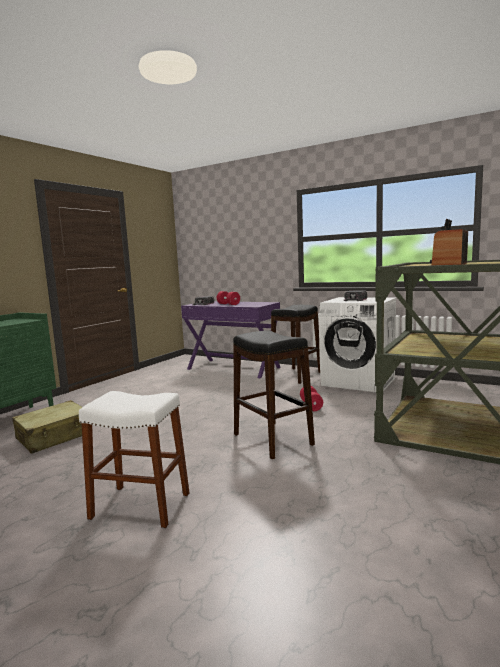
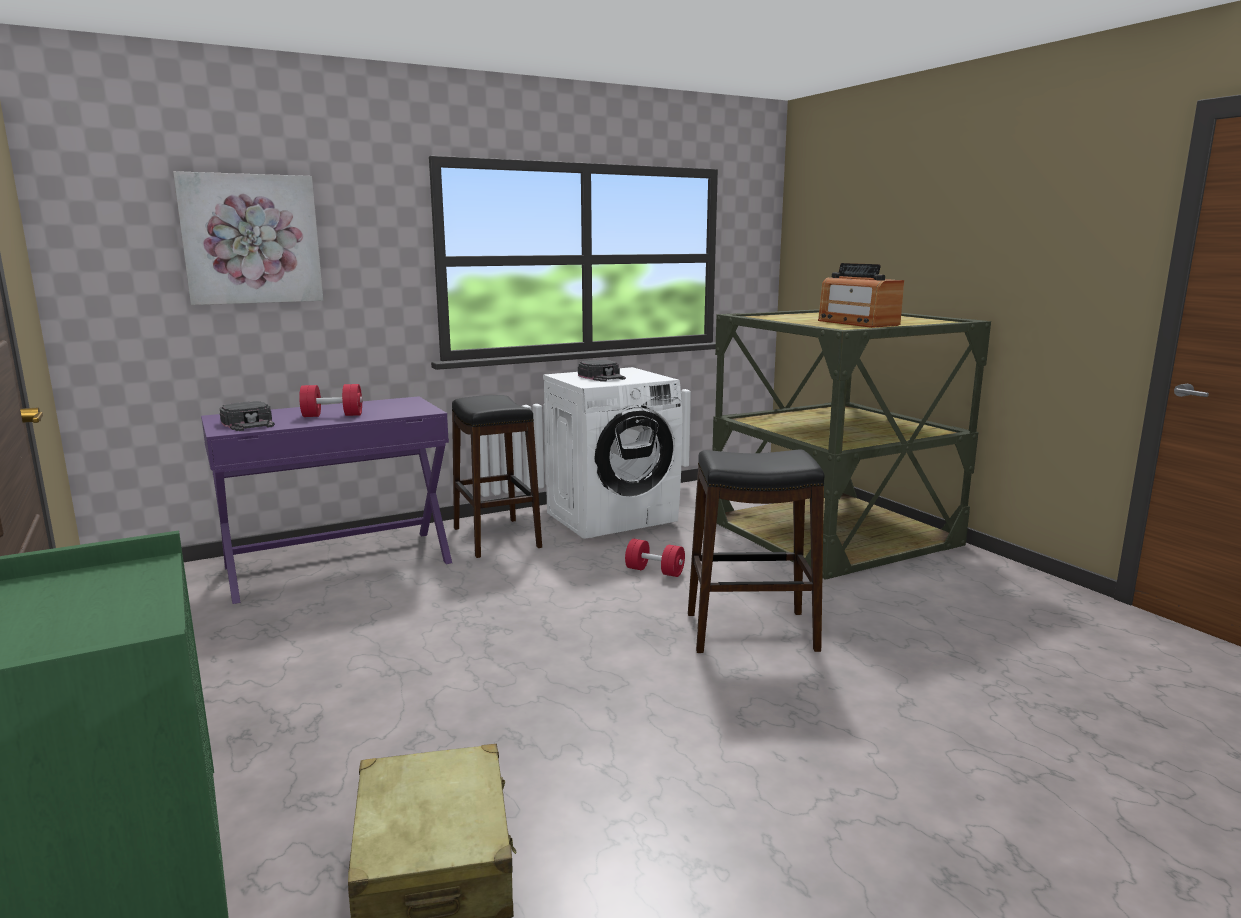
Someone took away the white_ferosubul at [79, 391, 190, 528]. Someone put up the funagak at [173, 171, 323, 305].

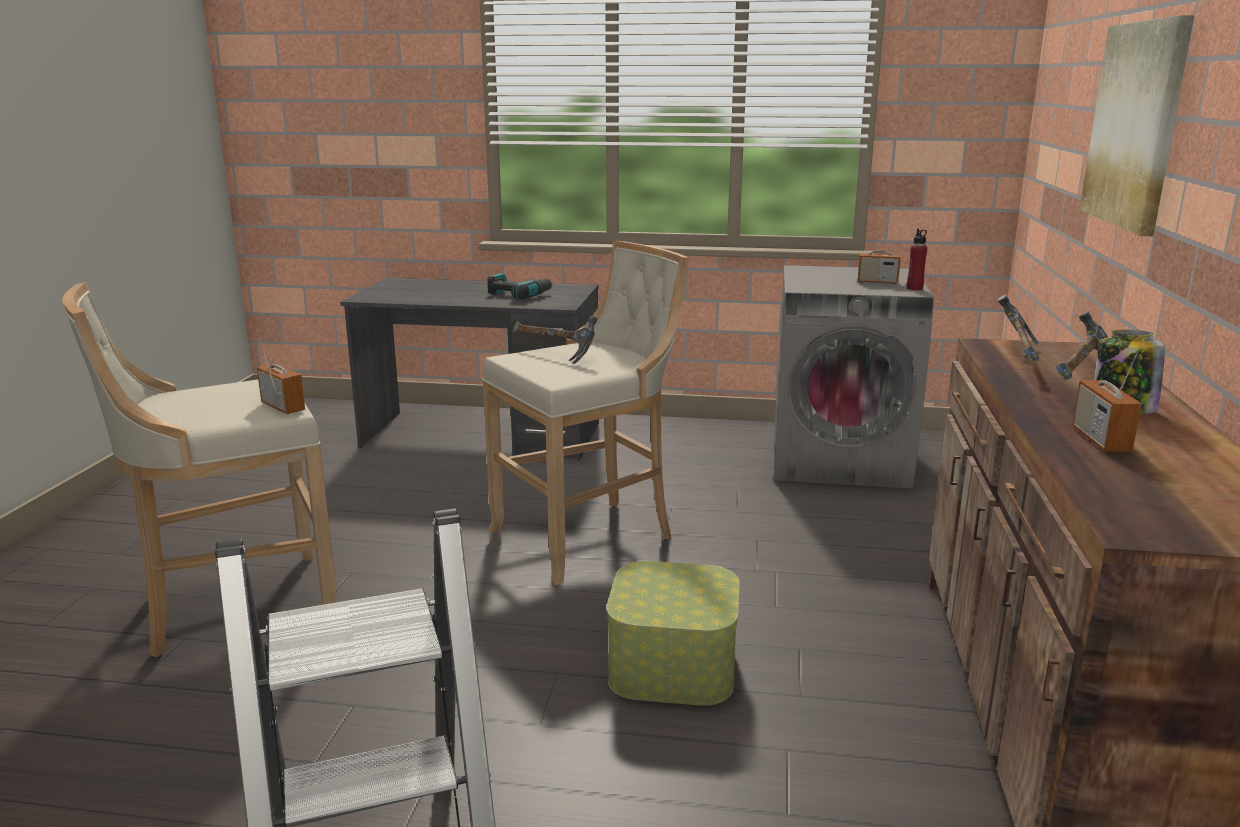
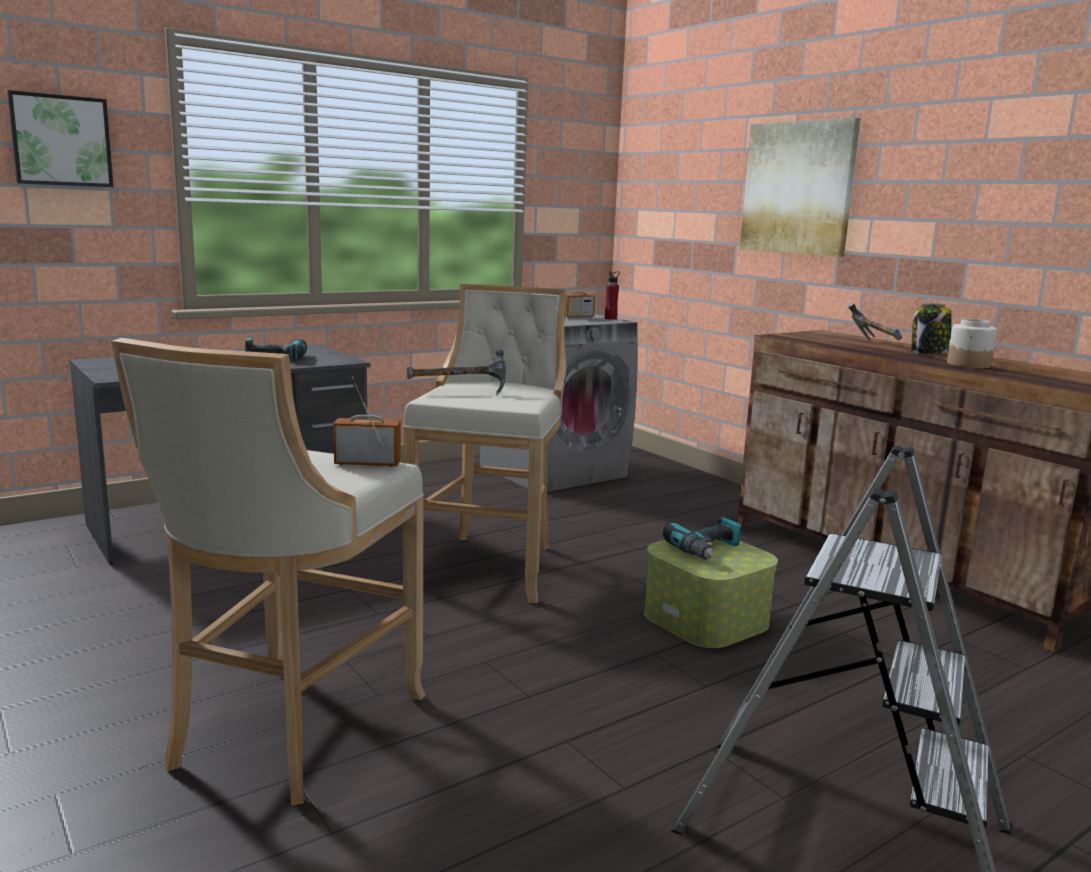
Someone took away the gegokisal at [998, 295, 1039, 362]. Someone put up the funagak at [7, 90, 113, 187]. Someone put down the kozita at [663, 517, 741, 560]. Someone swapped the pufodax at [1072, 339, 1144, 452] for the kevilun at [947, 319, 997, 368].

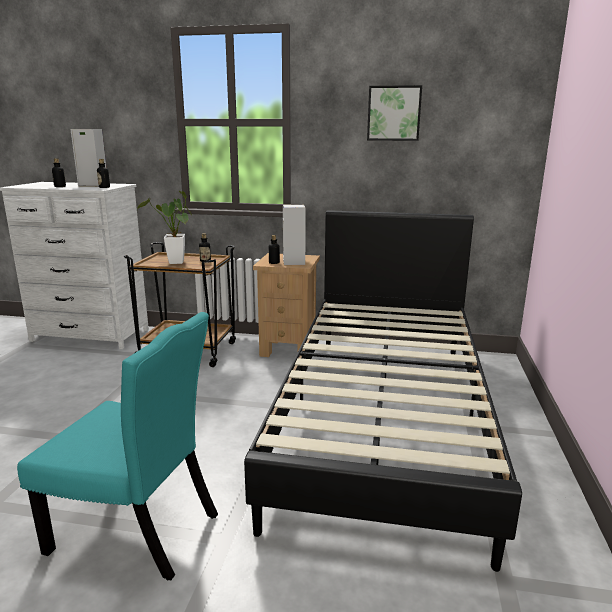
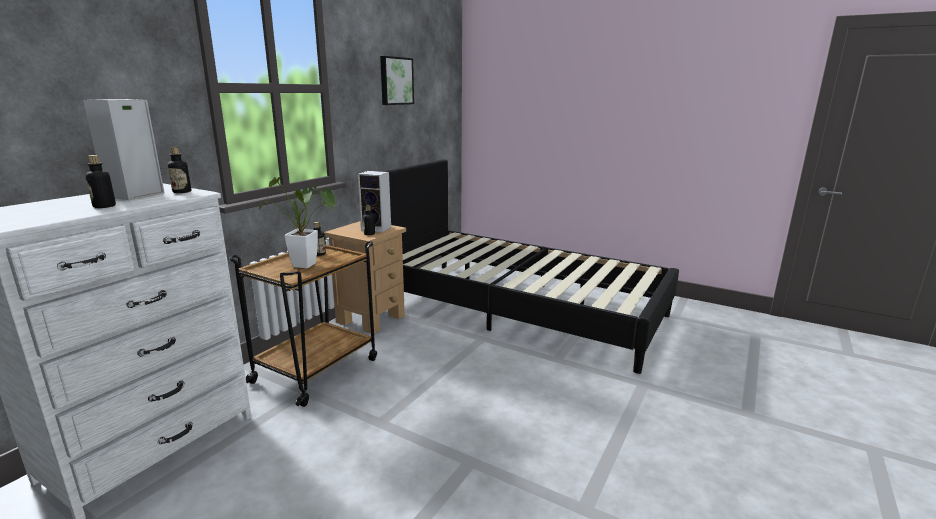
Someone took away the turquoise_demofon at [17, 312, 218, 580].

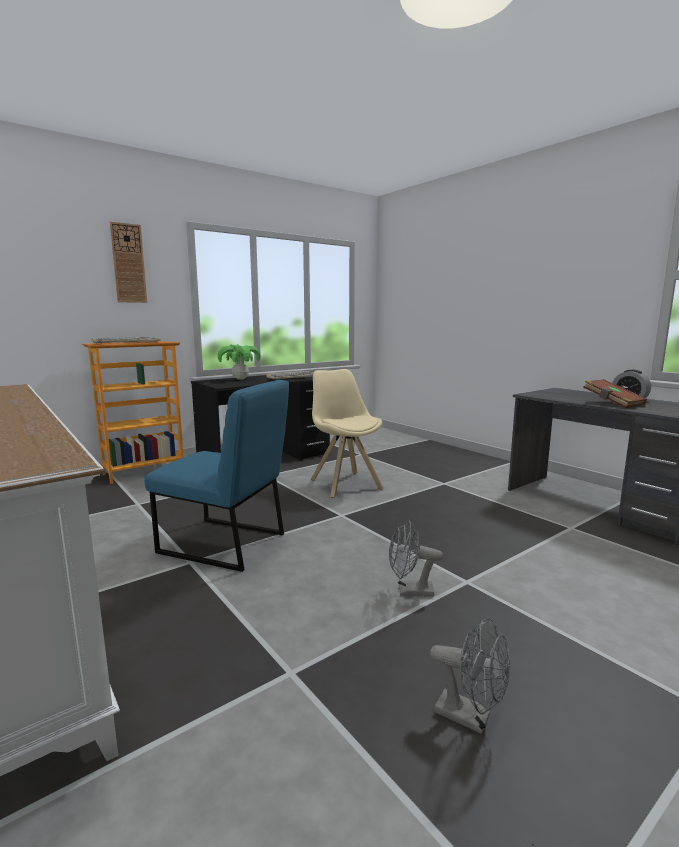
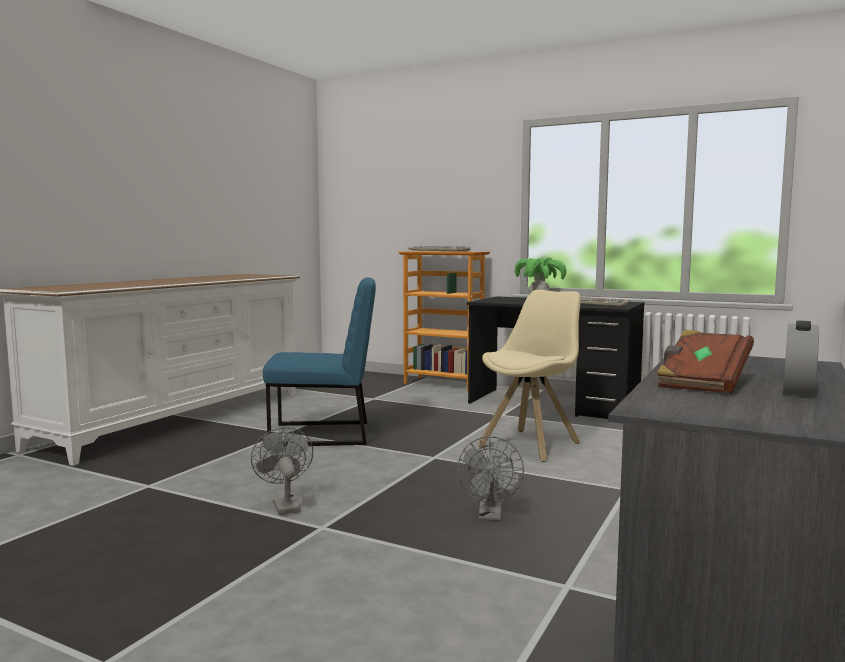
Someone took away the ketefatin at [110, 222, 147, 303]. Someone carried the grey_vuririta from [430, 618, 510, 734] to [457, 436, 524, 521]. Someone rotated the blue_demofon at [144, 380, 289, 572] by 90 degrees counterclockwise.

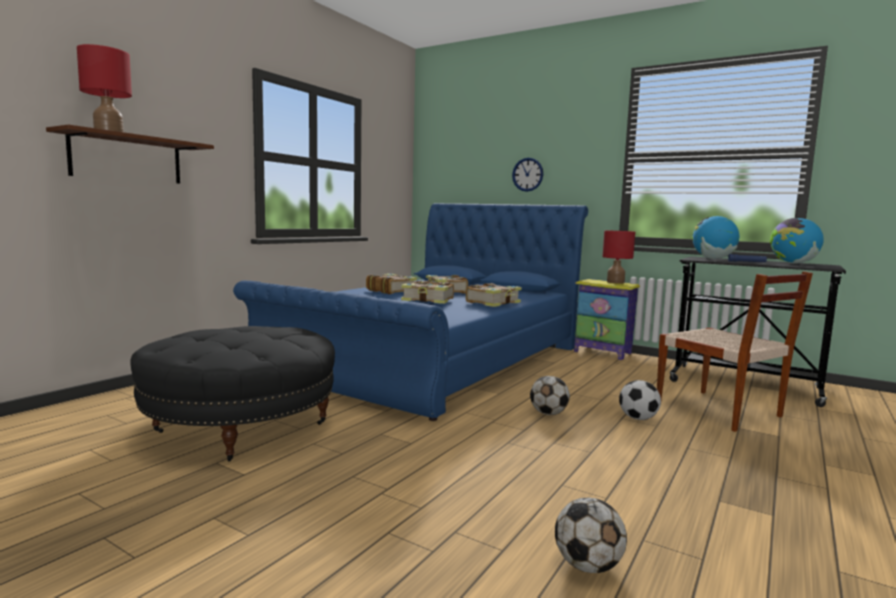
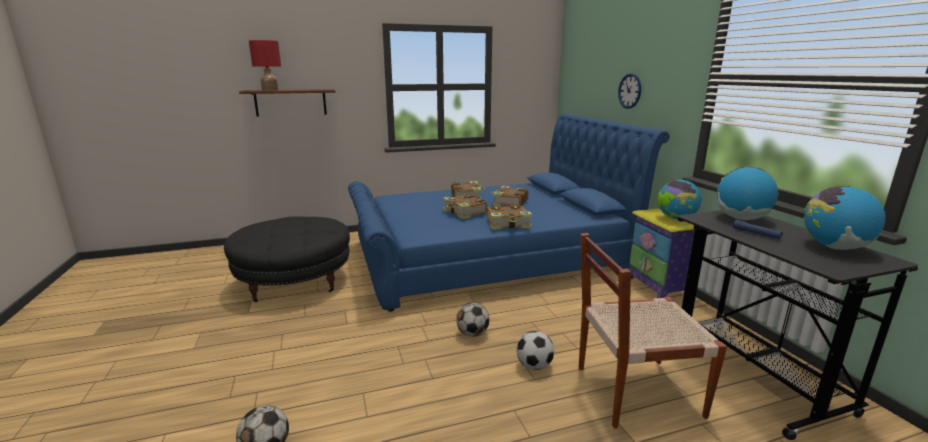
Someone swapped the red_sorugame at [602, 230, 635, 284] for the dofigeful at [657, 180, 702, 220]. Someone rotated the demofon at [657, 272, 813, 432] by 75 degrees clockwise.

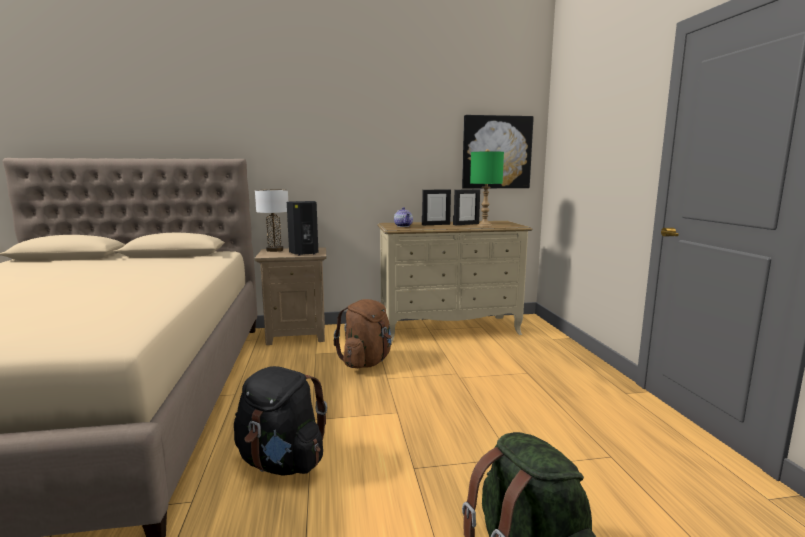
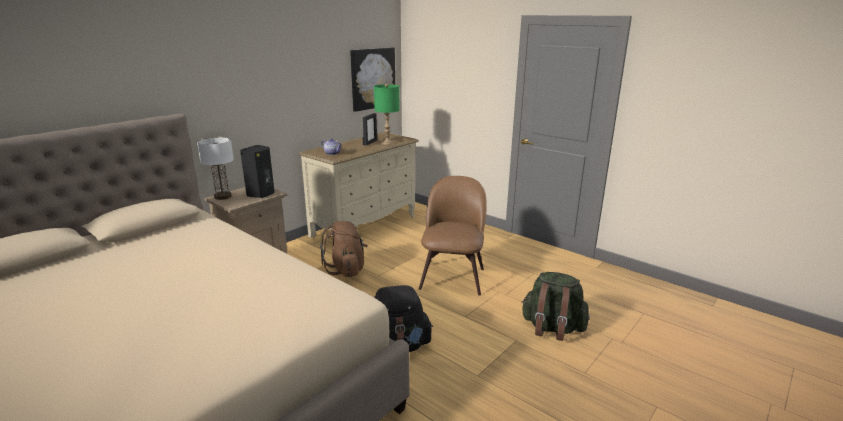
Someone took away the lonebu at [422, 189, 451, 225]. Someone put down the brown_demofon at [419, 176, 487, 296].

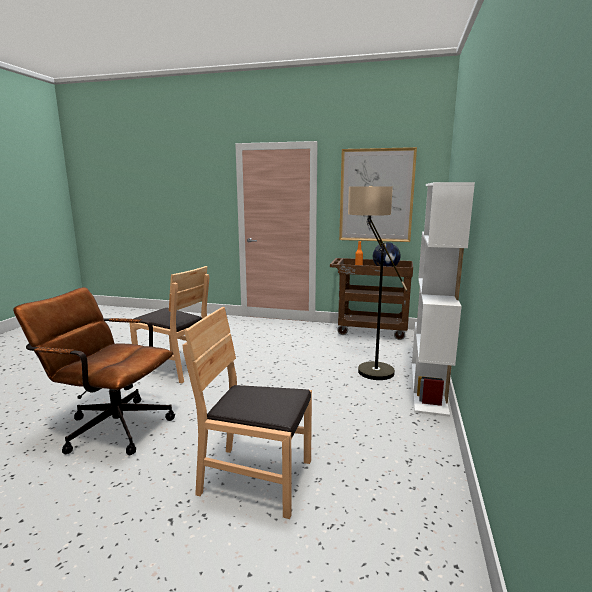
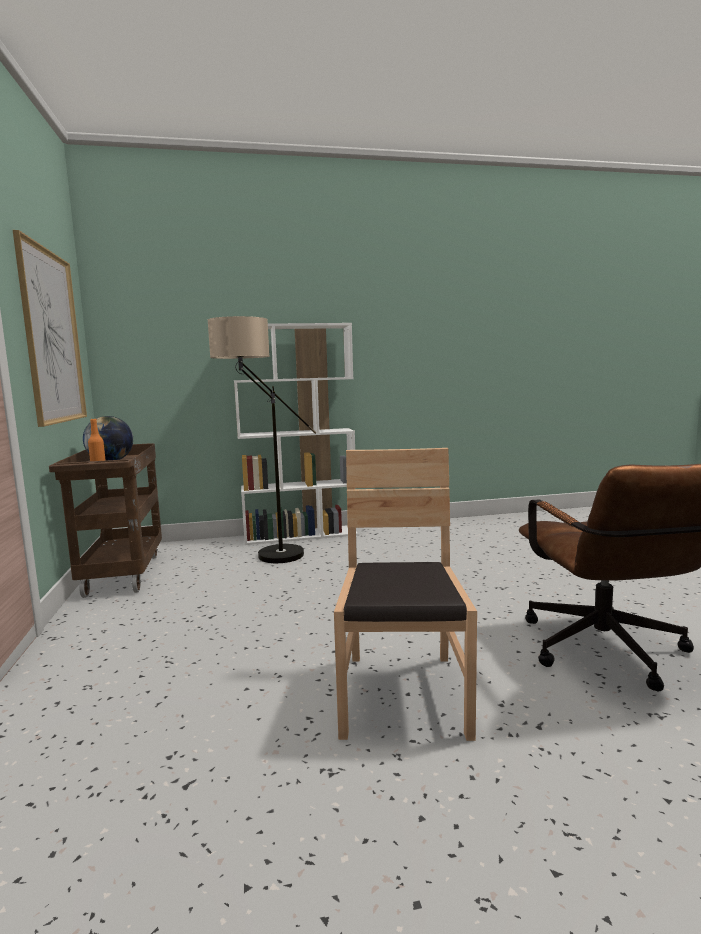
Someone took away the brown_demofon at [183, 307, 312, 519].

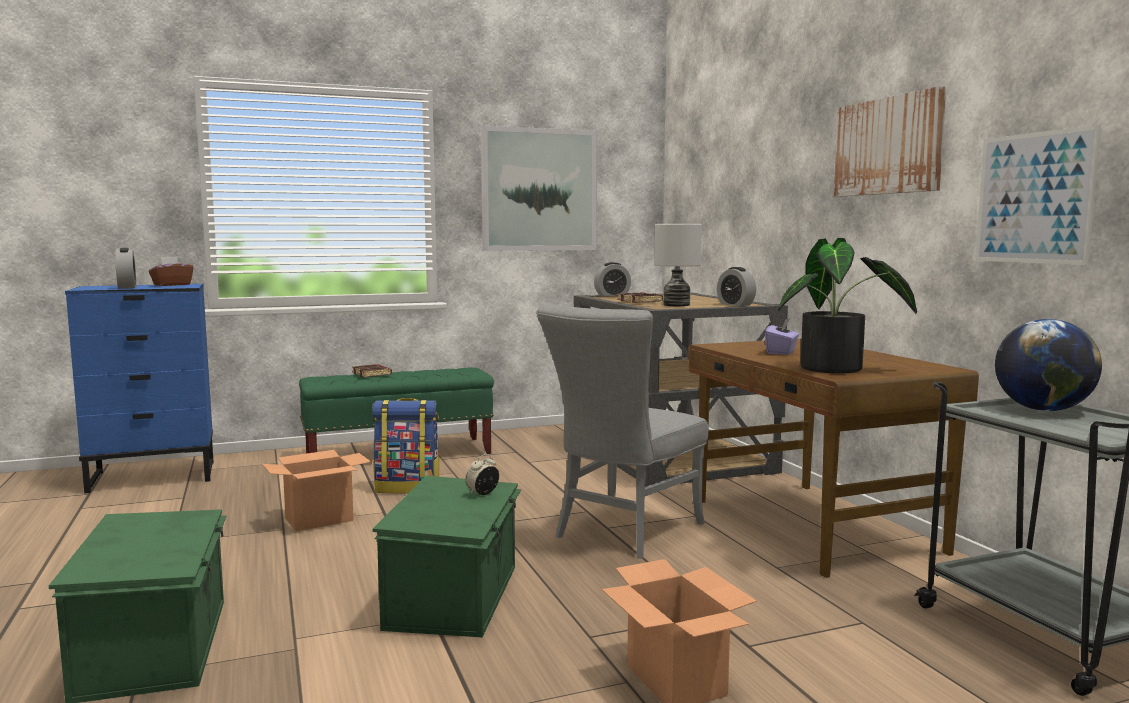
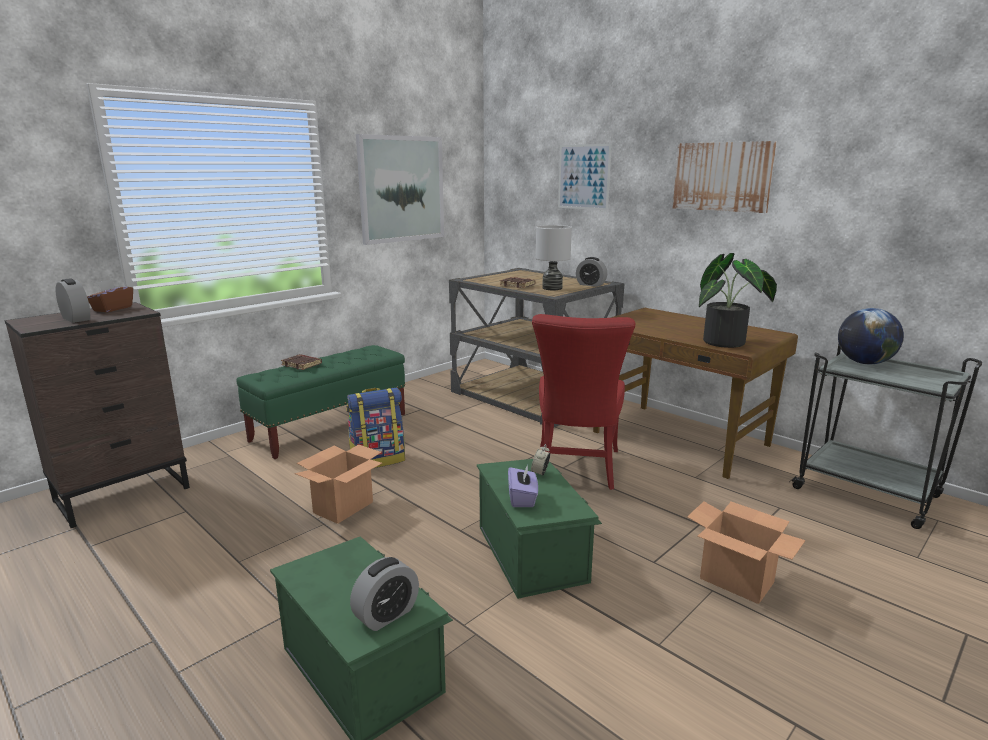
Someone carried the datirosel from [594, 262, 631, 296] to [350, 557, 419, 631]. Someone carried the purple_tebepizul from [765, 318, 799, 355] to [508, 464, 538, 507]. Someone carried the funagak from [975, 124, 1101, 265] to [558, 144, 612, 211]. Someone repainted the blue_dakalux at [65, 284, 214, 494], which became the brown_dakalux at [5, 302, 190, 528]. Someone repainted the grey_demofon at [536, 304, 709, 559], which became the red_demofon at [532, 314, 635, 490].

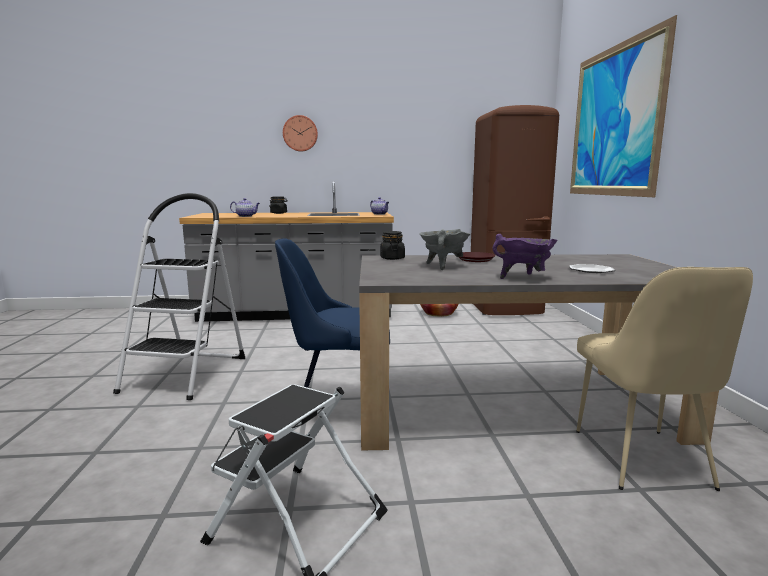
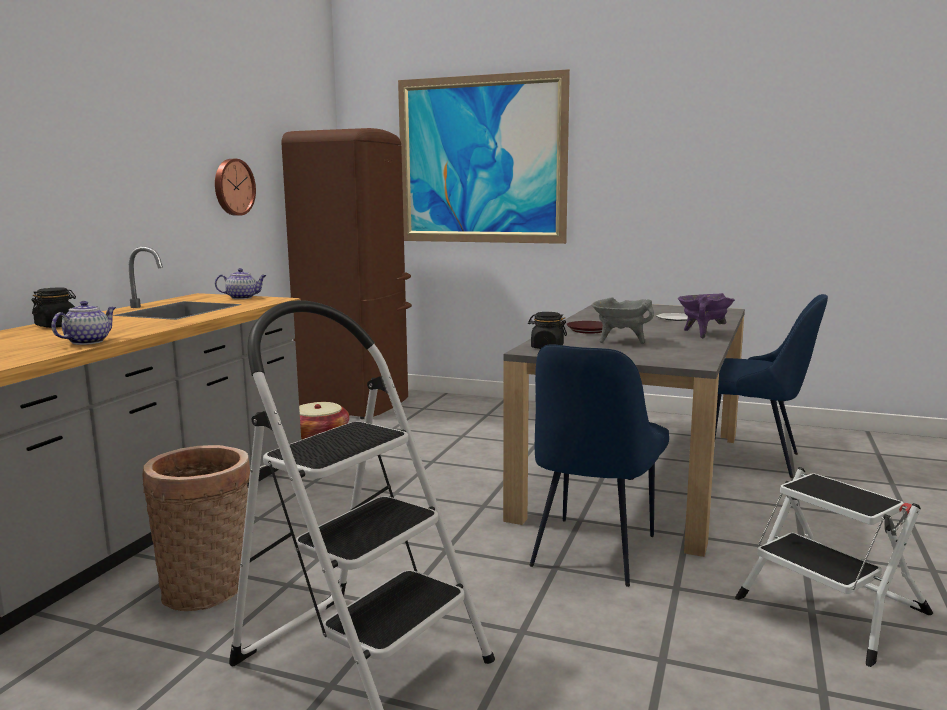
Someone put down the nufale at [142, 445, 250, 611]. Someone carried the ketefatin from [283, 115, 318, 152] to [215, 159, 256, 216]. Someone repainted the beige_demofon at [576, 267, 753, 491], which became the blue_demofon at [715, 294, 828, 478].

